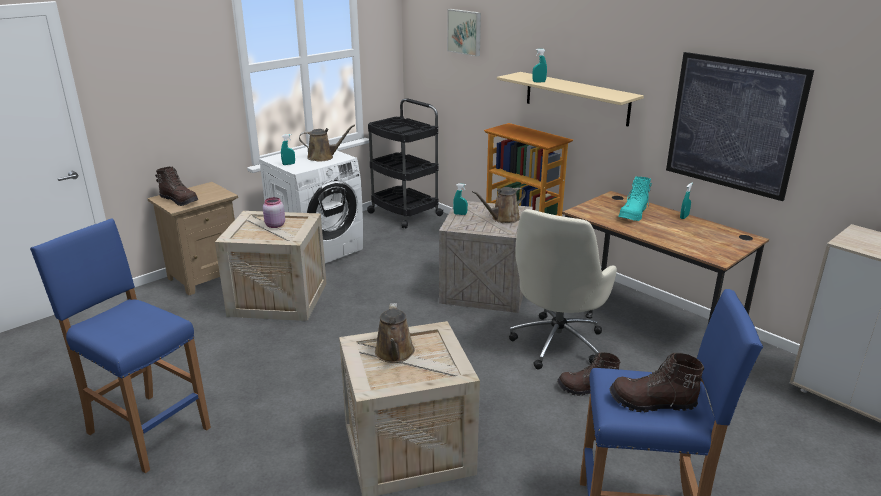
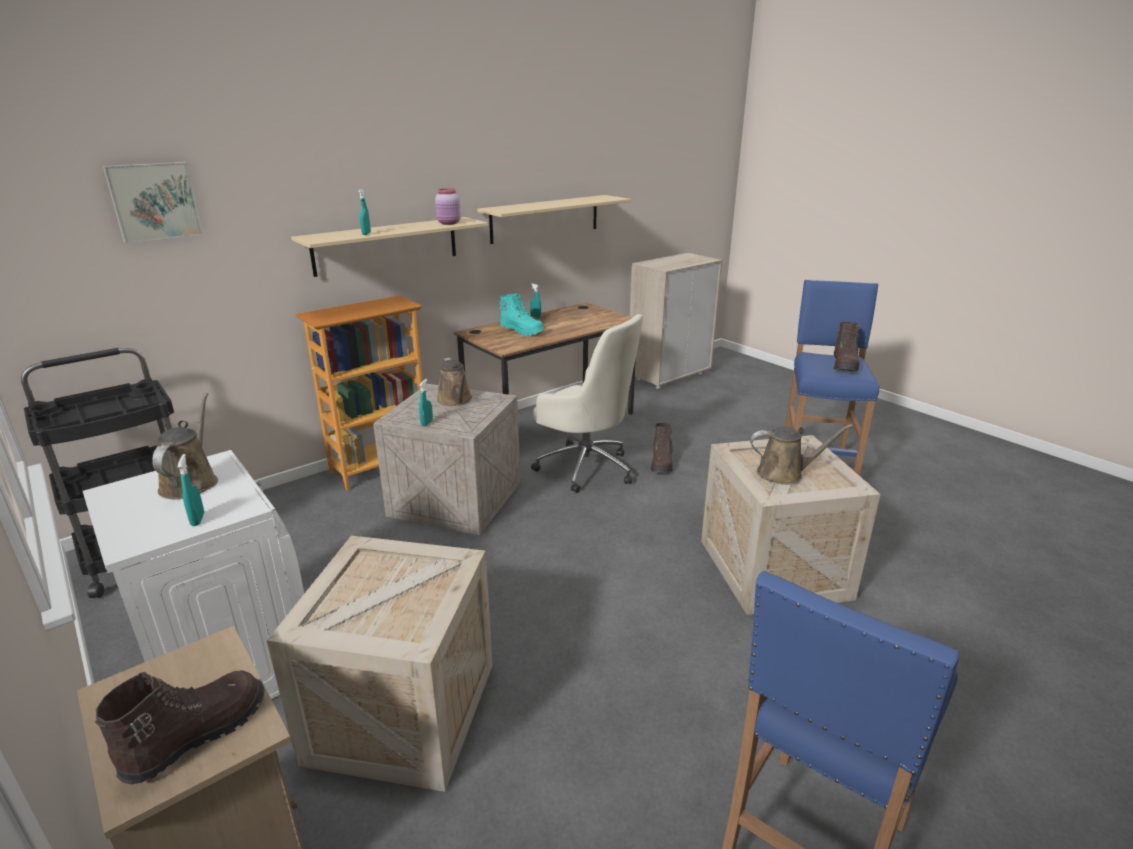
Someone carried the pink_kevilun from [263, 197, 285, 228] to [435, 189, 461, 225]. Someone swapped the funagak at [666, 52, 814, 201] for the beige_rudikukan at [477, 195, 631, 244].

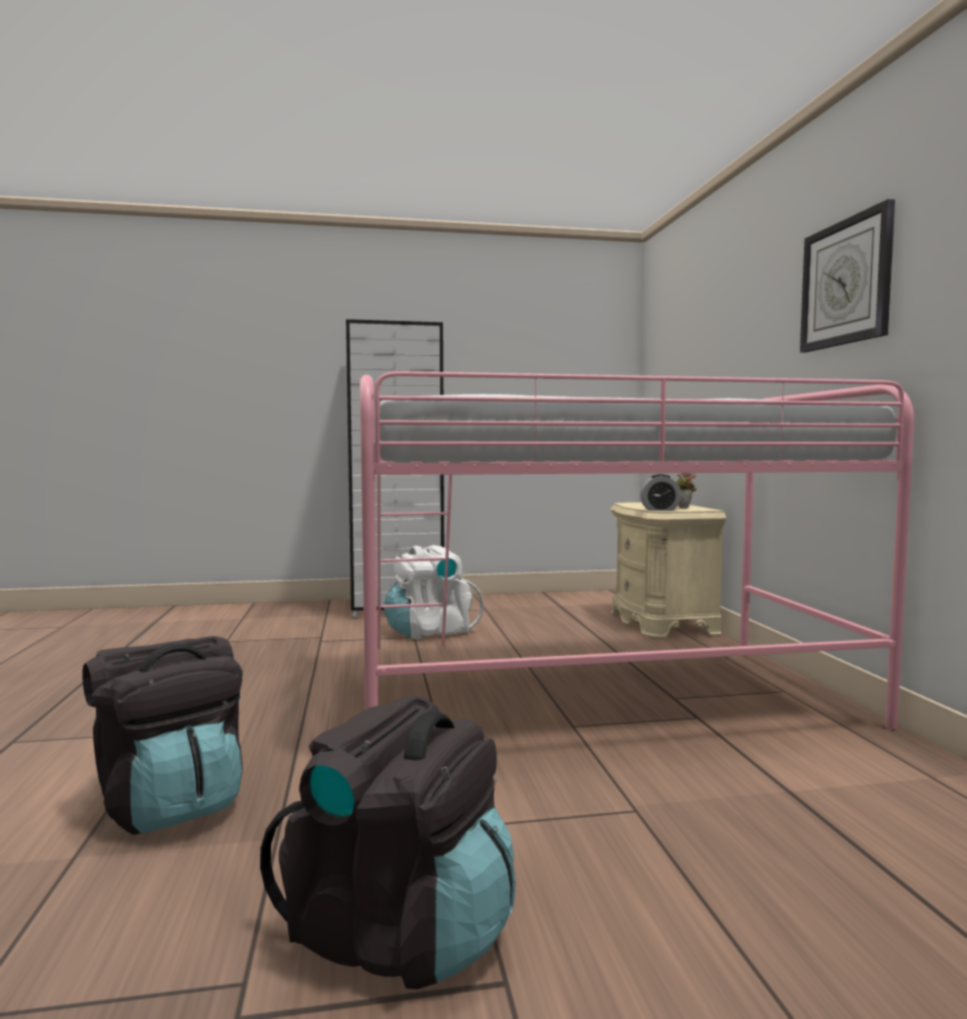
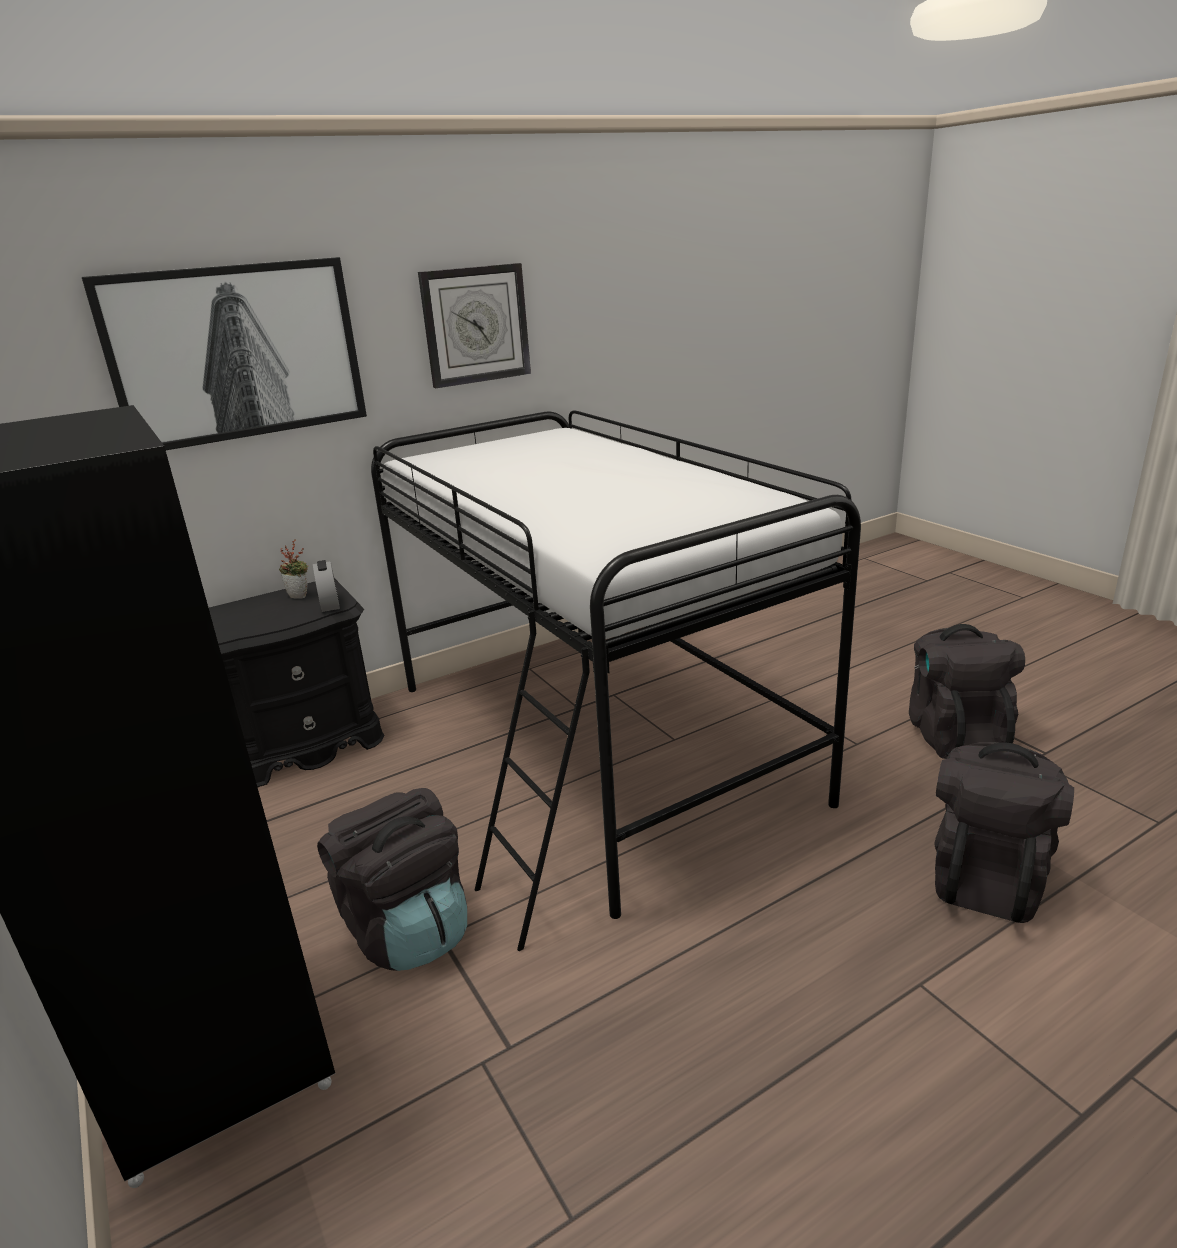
Someone put up the funagak at [82, 257, 367, 450]. Someone repainted the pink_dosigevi at [360, 371, 914, 730], which became the black_dosigevi at [371, 410, 861, 951]. Someone repainted the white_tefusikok at [384, 545, 484, 640], which became the black_tefusikok at [317, 788, 467, 971]. Someone repainted the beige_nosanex at [610, 502, 726, 638], which became the black_nosanex at [209, 578, 385, 787].

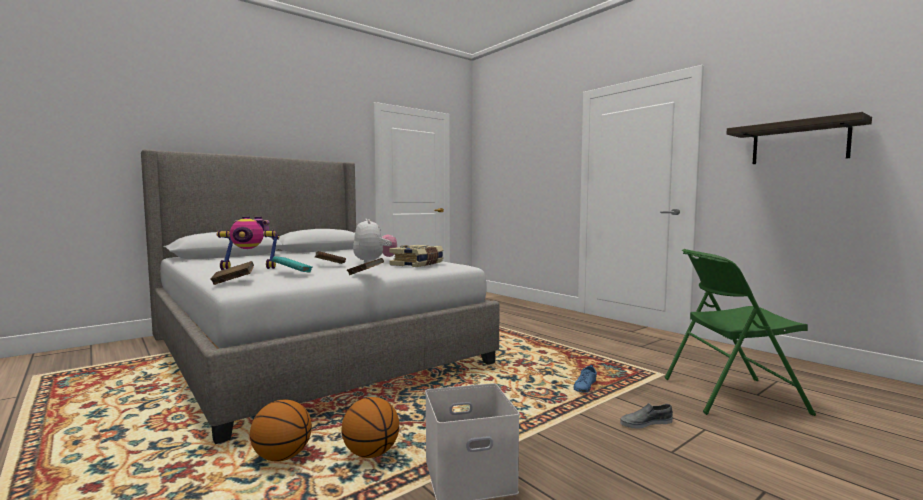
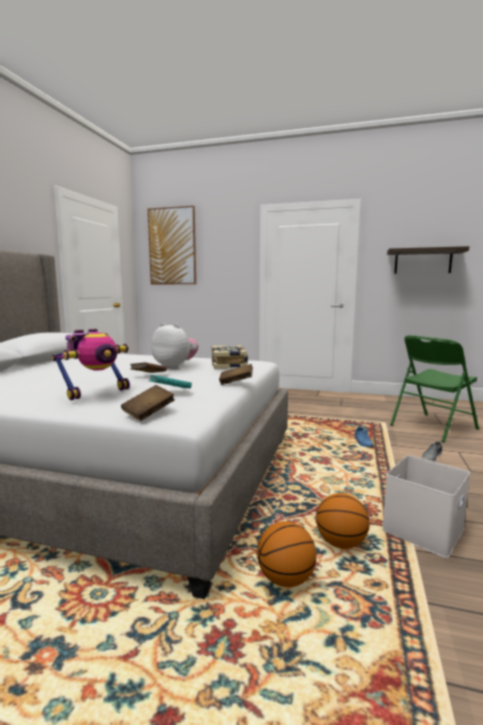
Someone put up the funagak at [148, 206, 196, 284].

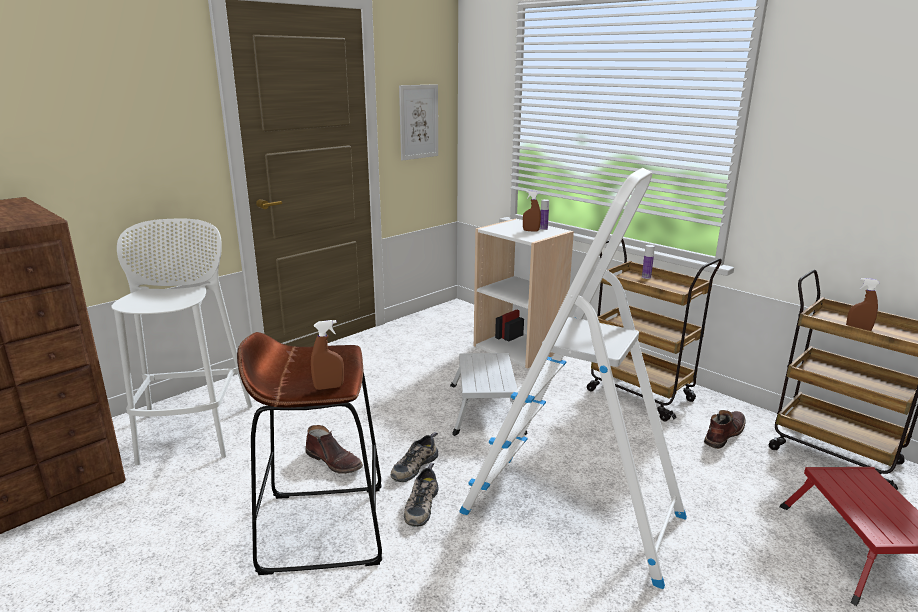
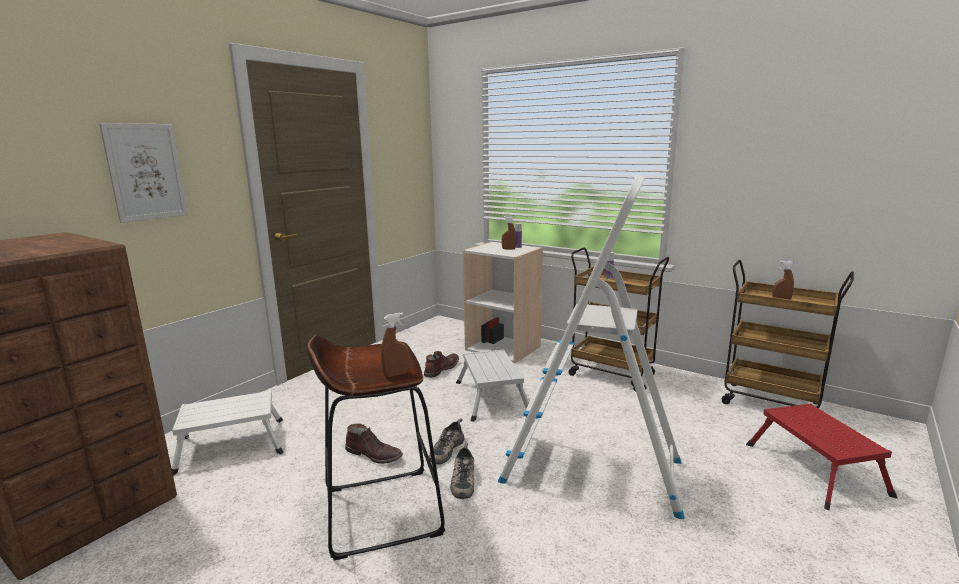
Someone carried the funagak from [399, 84, 438, 161] to [99, 123, 188, 223]. Someone carried the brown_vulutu from [704, 410, 746, 449] to [424, 351, 459, 378]. Someone swapped the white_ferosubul at [111, 219, 253, 465] for the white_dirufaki at [172, 390, 284, 475].

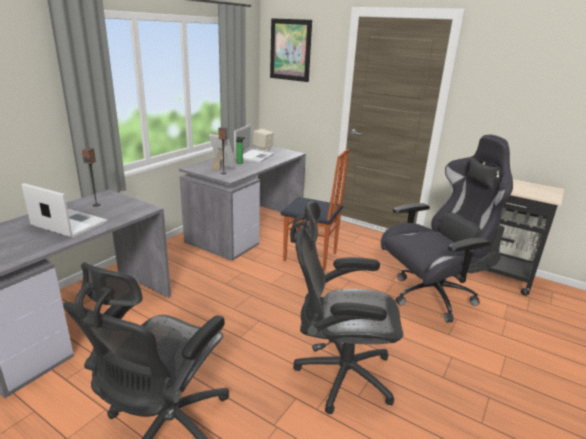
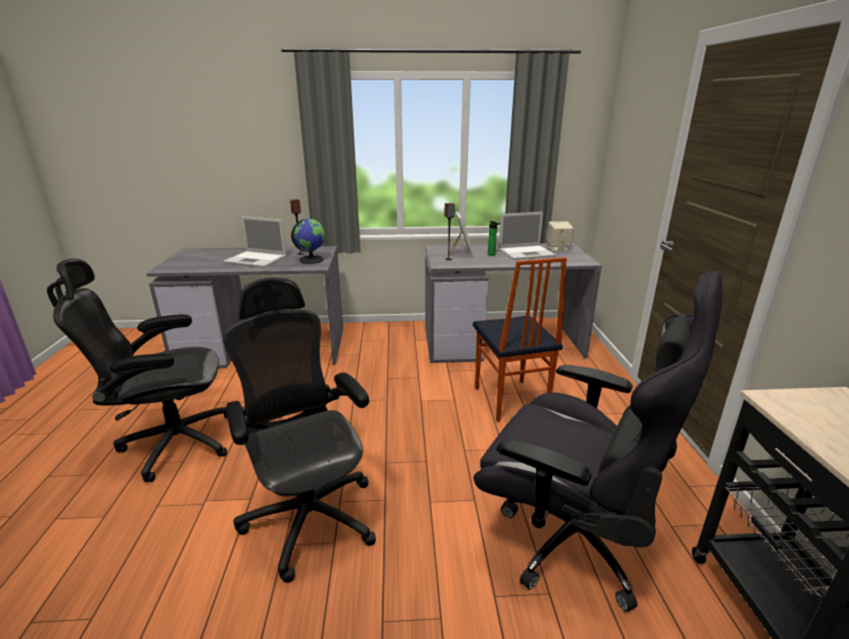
Someone took away the funagak at [270, 18, 312, 82]. Someone put down the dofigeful at [291, 219, 325, 264]. Someone rotated the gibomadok at [22, 183, 107, 238] by 120 degrees clockwise.

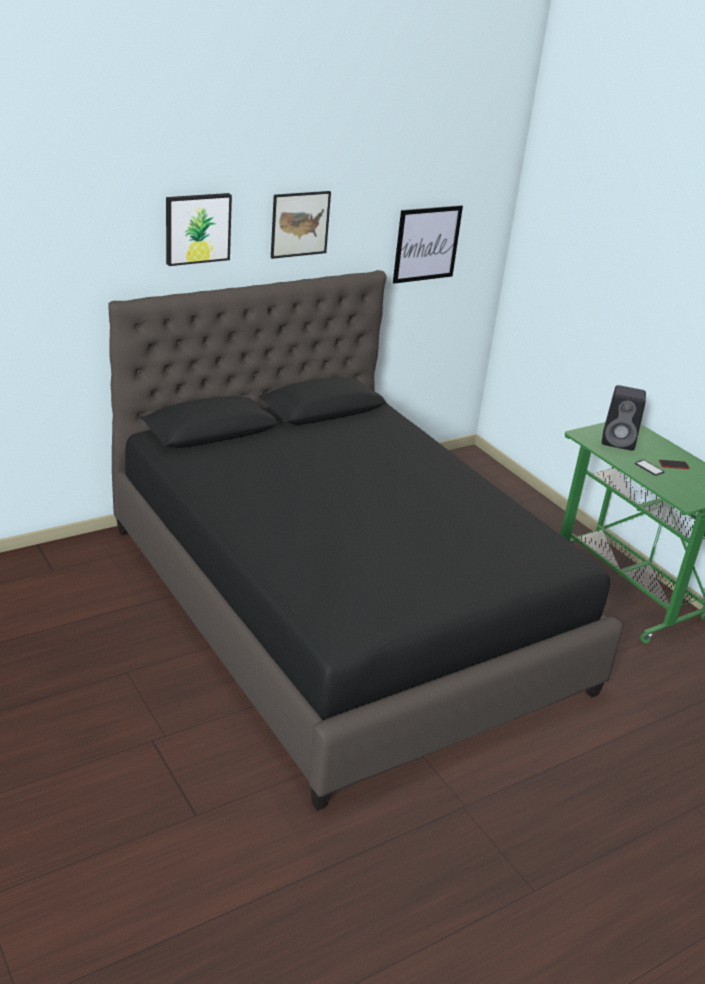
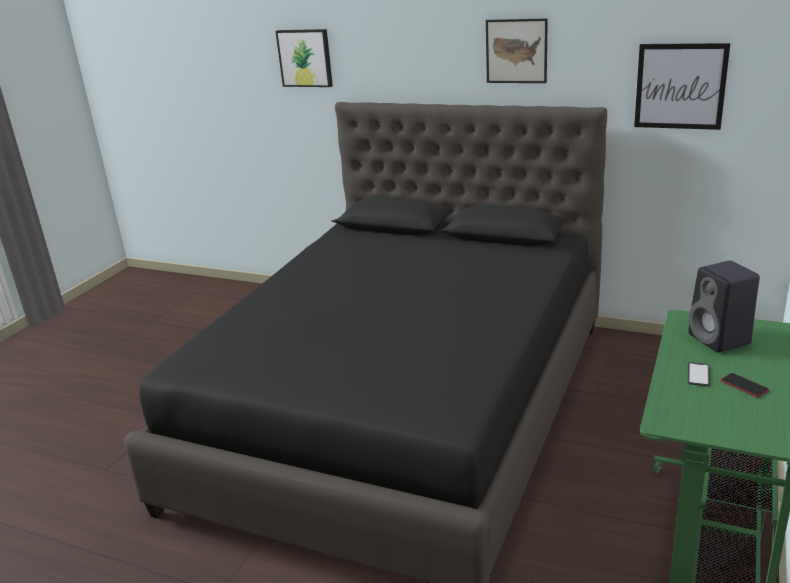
Someone carried the funagak from [166, 193, 232, 266] to [276, 29, 333, 87].

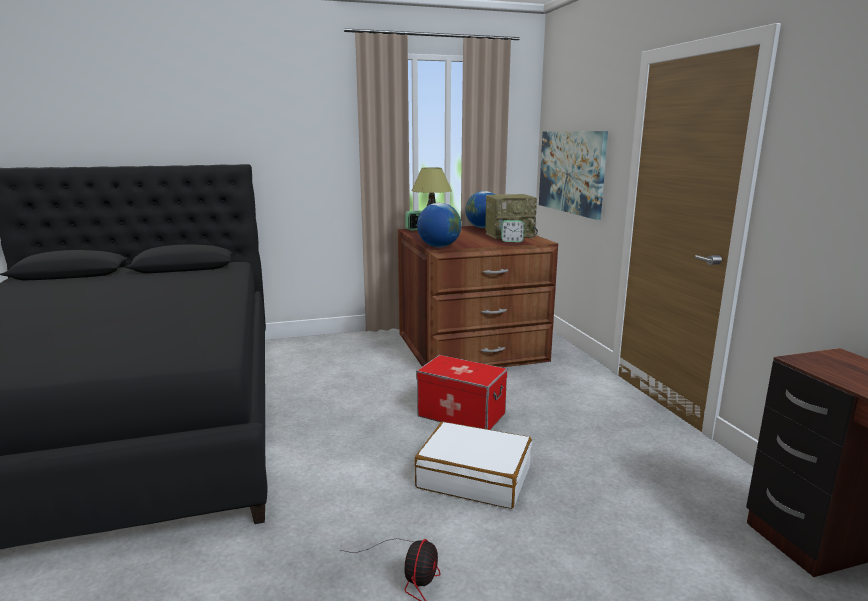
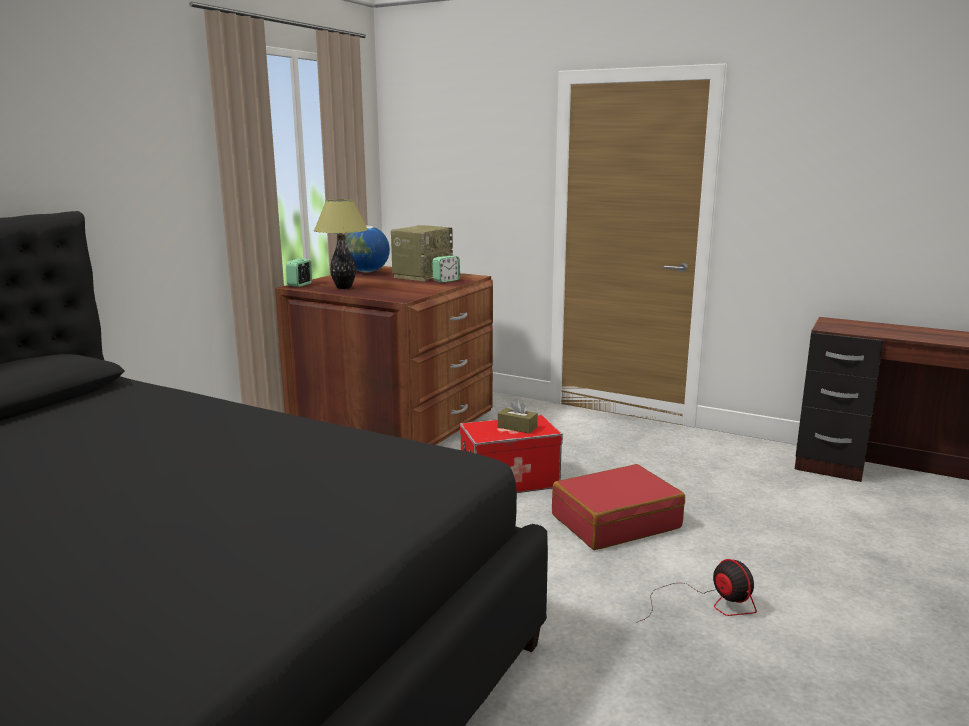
Someone took away the dofigeful at [417, 203, 461, 247]. Someone took away the funagak at [539, 131, 608, 220]. Someone put down the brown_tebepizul at [498, 399, 538, 434]. Someone repainted the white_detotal at [415, 422, 532, 509], which became the red_detotal at [552, 464, 685, 550].

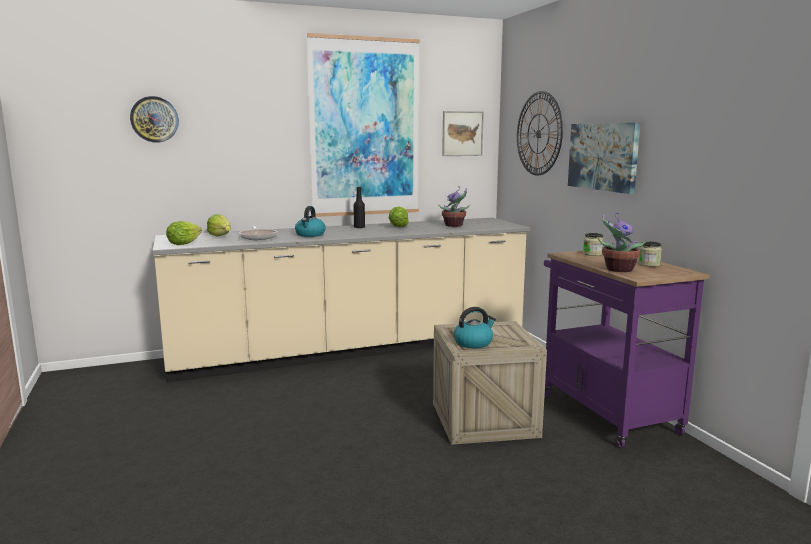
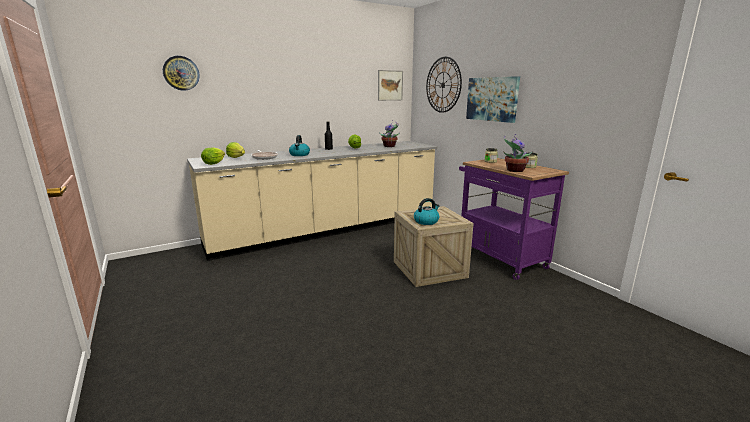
Someone took away the funagak at [306, 33, 420, 217].

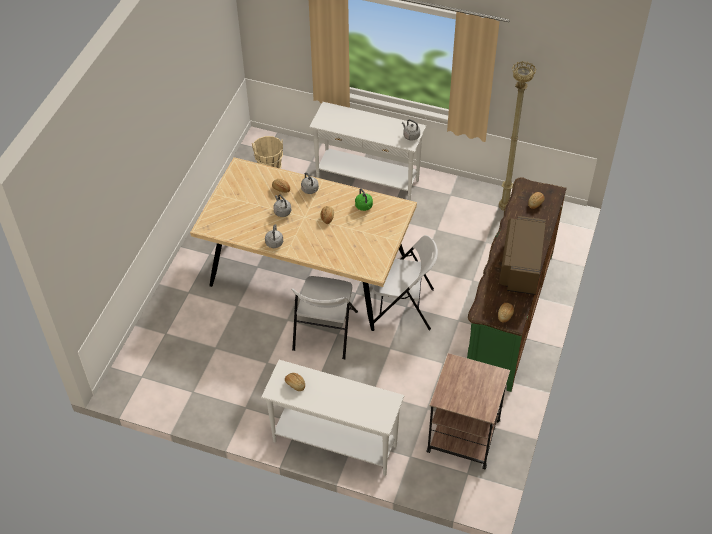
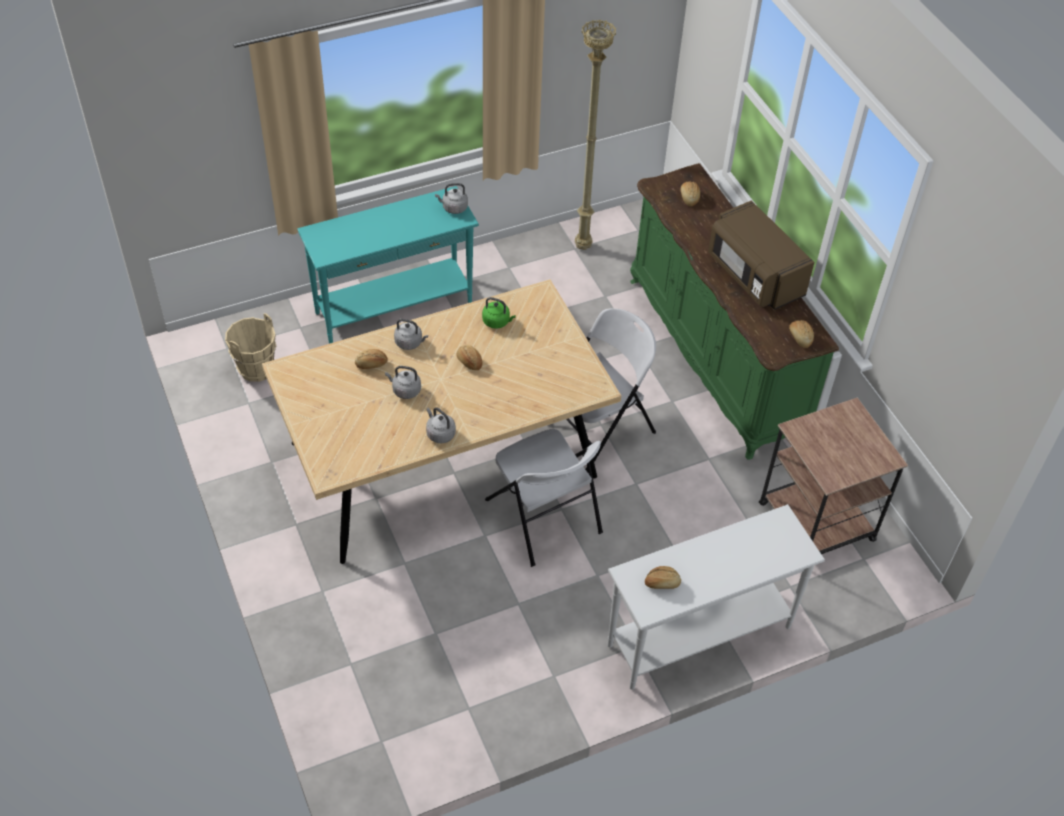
Someone repainted the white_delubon at [309, 102, 426, 201], which became the turquoise_delubon at [297, 186, 479, 343].

